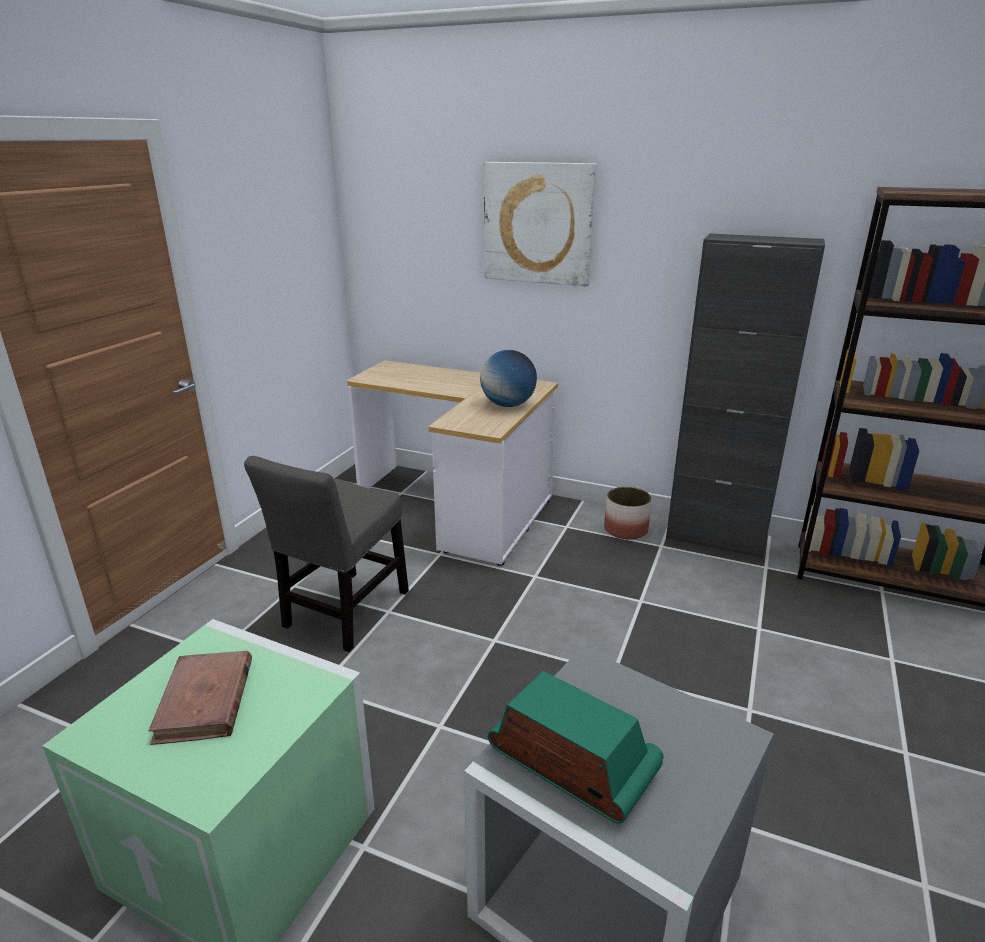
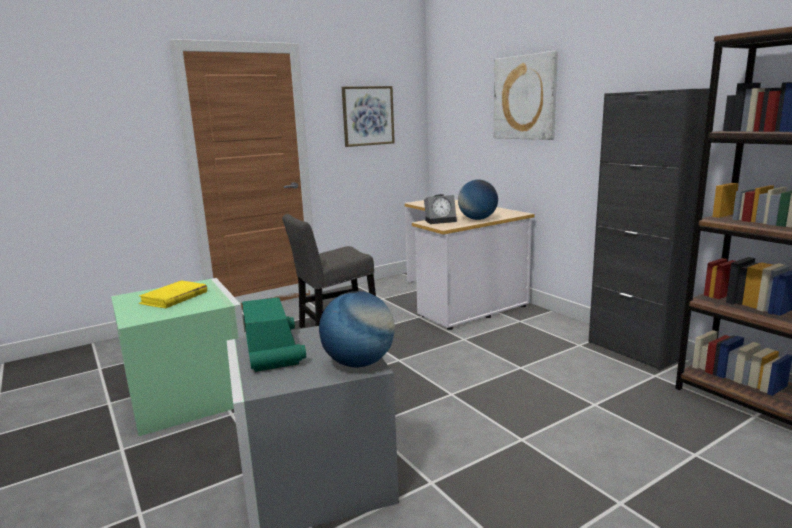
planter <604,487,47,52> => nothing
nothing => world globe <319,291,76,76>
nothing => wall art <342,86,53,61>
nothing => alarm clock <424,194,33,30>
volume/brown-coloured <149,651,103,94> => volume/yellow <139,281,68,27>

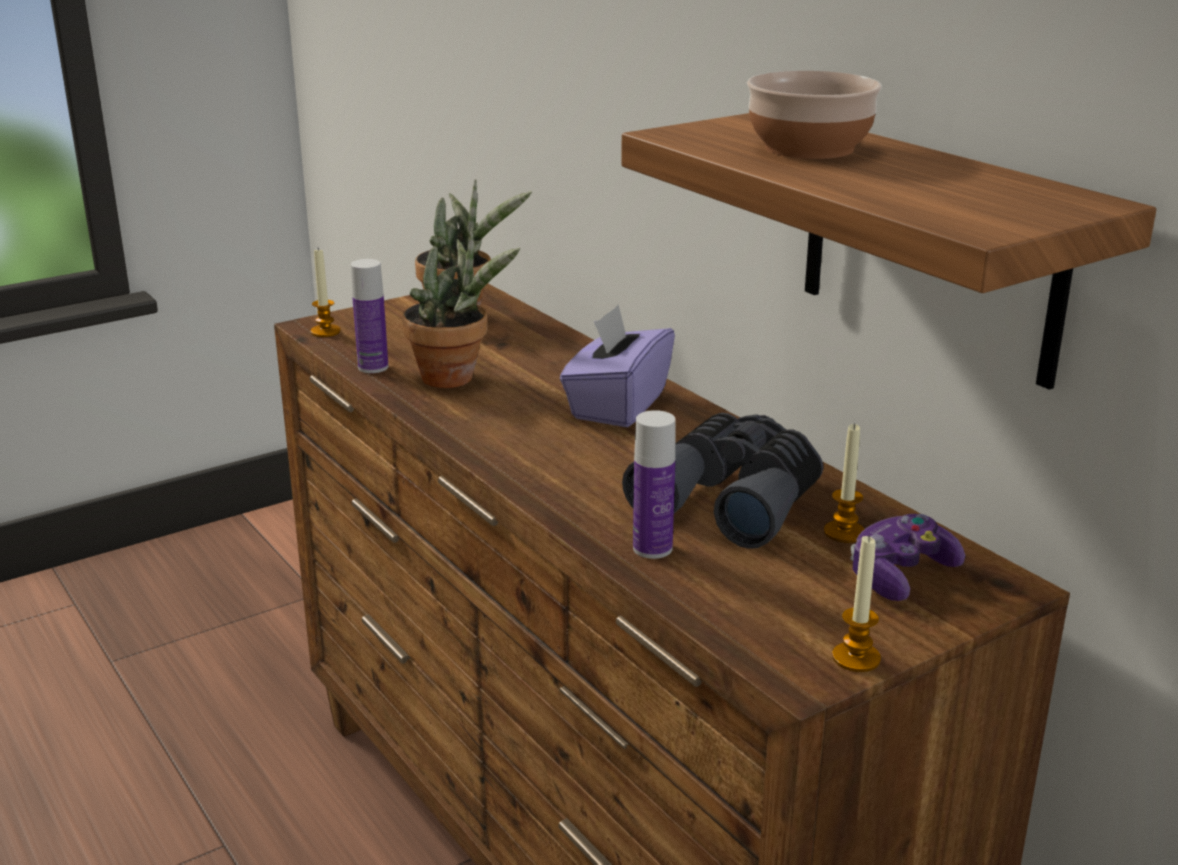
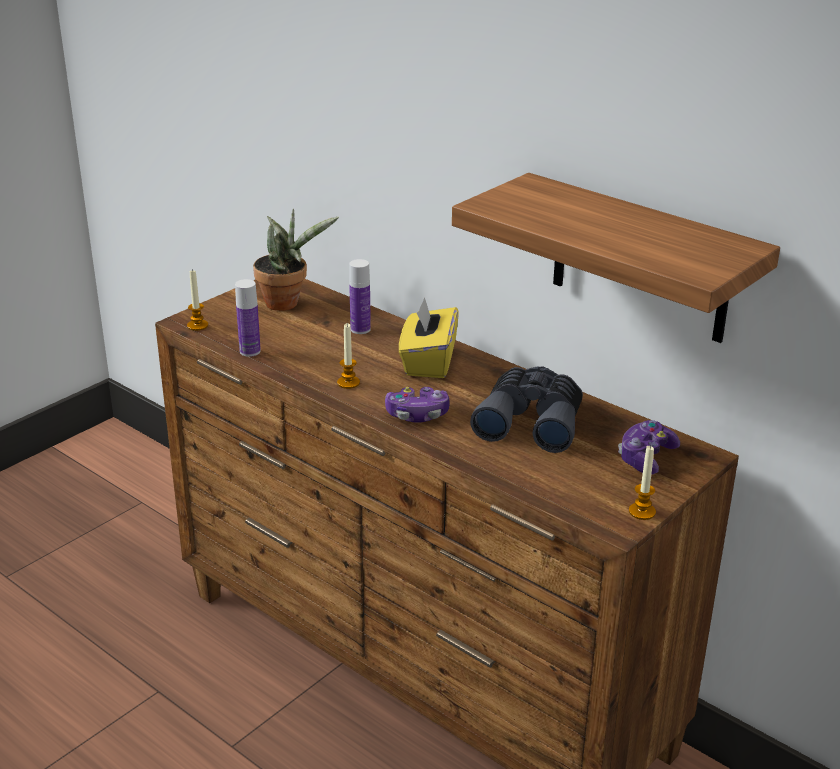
houseplant <402,228,118,160> => nothing
bowl <747,70,135,89> => nothing
nothing => joypad <385,387,65,36>
bottle <633,410,42,149> => bottle <349,259,22,75>, moved
wax light <824,423,40,120> => wax light <337,323,23,66>, moved
tissue box/purple-coloured <560,305,115,122> => tissue box/yellow <399,297,60,81>

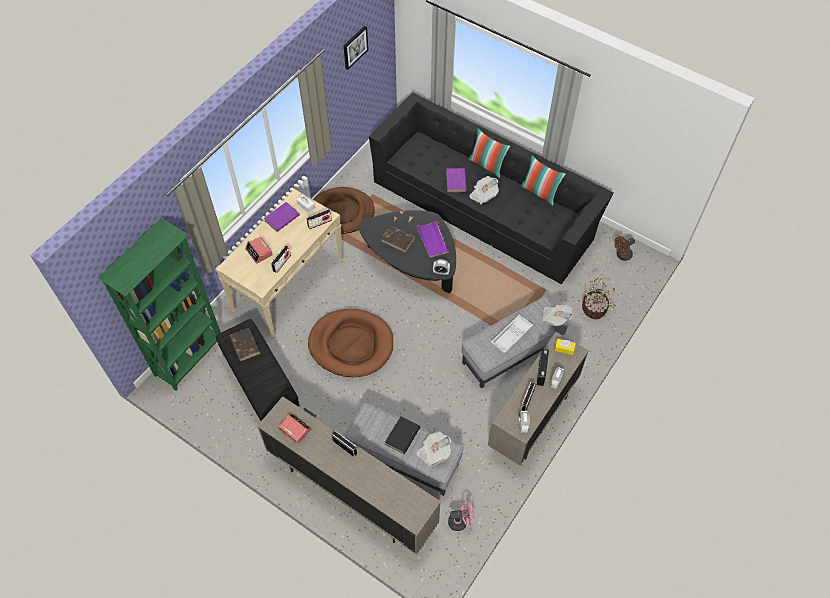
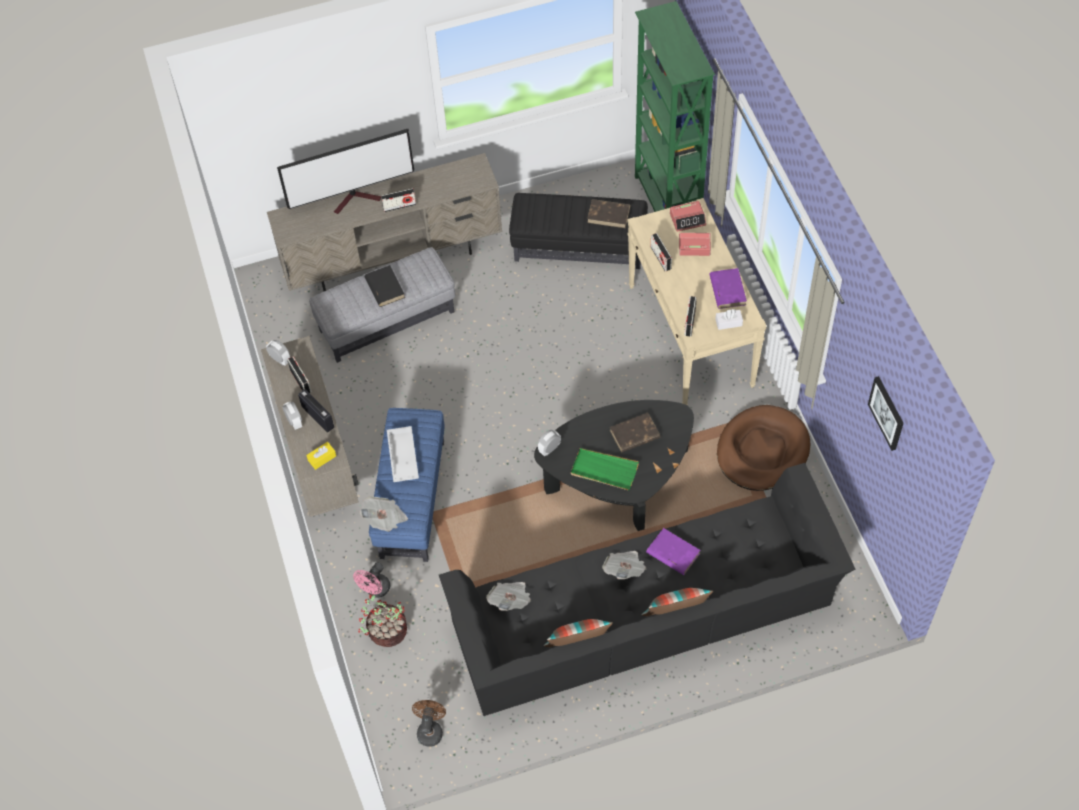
dog cushion/brown-coloured <308,309,85,68> => nothing
nothing => TV <277,129,137,85>
alarm clock <278,414,34,30> => alarm clock <670,201,36,31>, moved
newspaper <417,431,34,36> => newspaper <486,582,45,29>, moved
cooling fan/pinkish <448,501,26,30> => cooling fan/pinkish <353,562,37,36>, moved
tray/purple-coloured <416,220,33,37> => tray/greenish <571,448,68,43>
pouffe/greyish <461,296,108,92> => pouffe/blue-coloured <369,408,76,154>

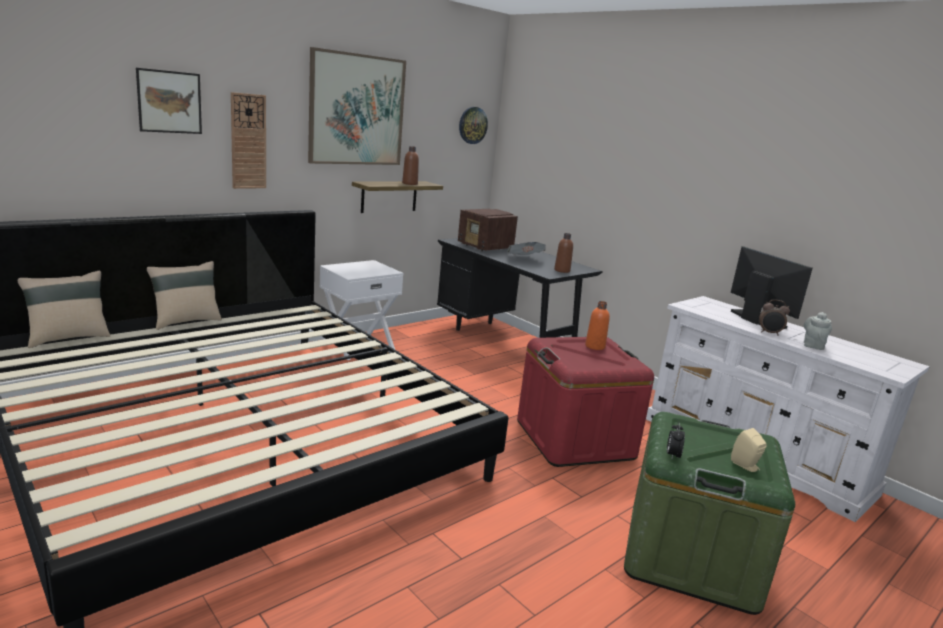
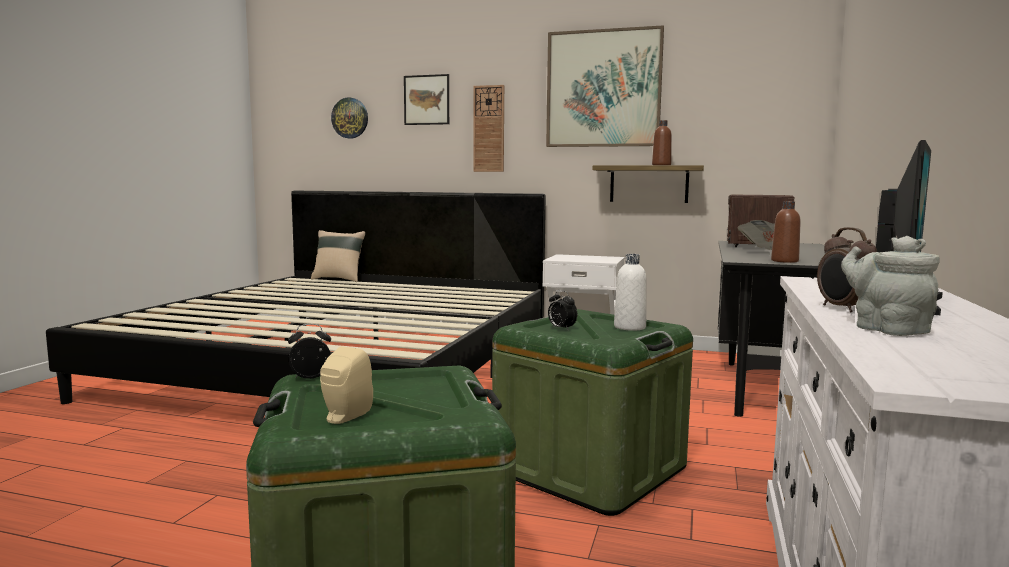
cushion/beige <147,261,75,69> => nothing
nothing => alarm clock <548,290,29,41>
wall clock <459,107,29,37> => wall clock <331,98,37,40>, moved
storage box/red <517,337,137,130> => storage box/greenish <492,309,201,207>
bottle/orangey <585,301,25,49> => bottle/white-coloured <614,254,33,77>
tea pot/greyish <804,312,28,38> => tea pot/greyish <841,236,99,100>, 105 degrees counterclockwise

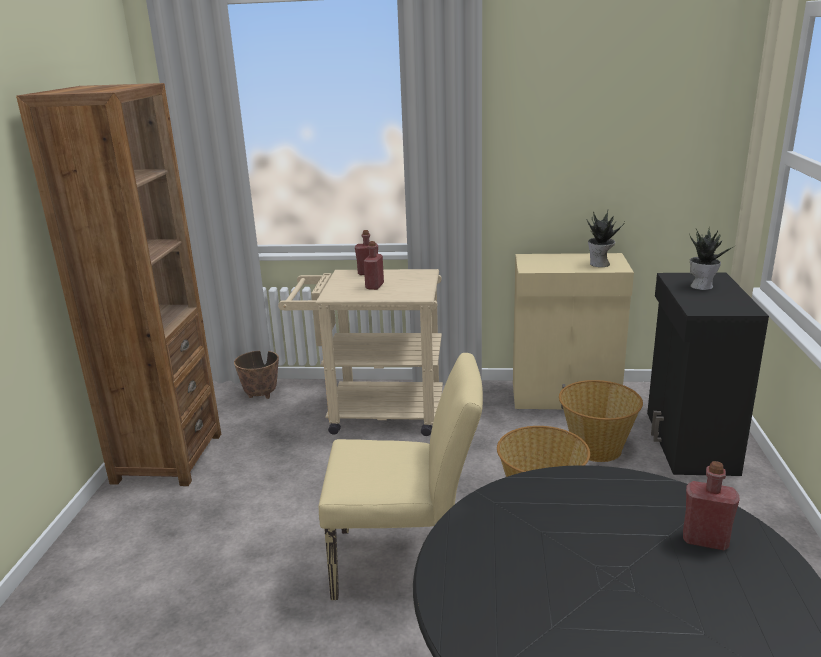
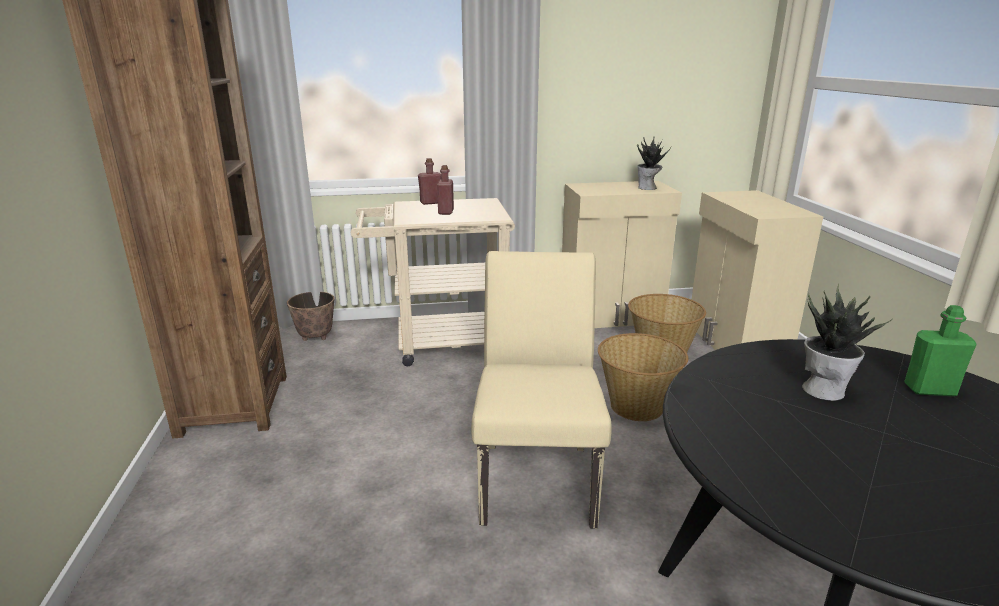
houseplant <689,226,47,64> => houseplant <802,284,90,117>, moved
storage cabinet/blackish <647,272,122,204> => storage cabinet/beige <691,190,132,160>
bottle/red <683,461,57,89> => bottle/greenish <904,305,73,91>
plain chair/beige <319,353,164,247> => plain chair/beige <471,251,140,278>, 75 degrees counterclockwise

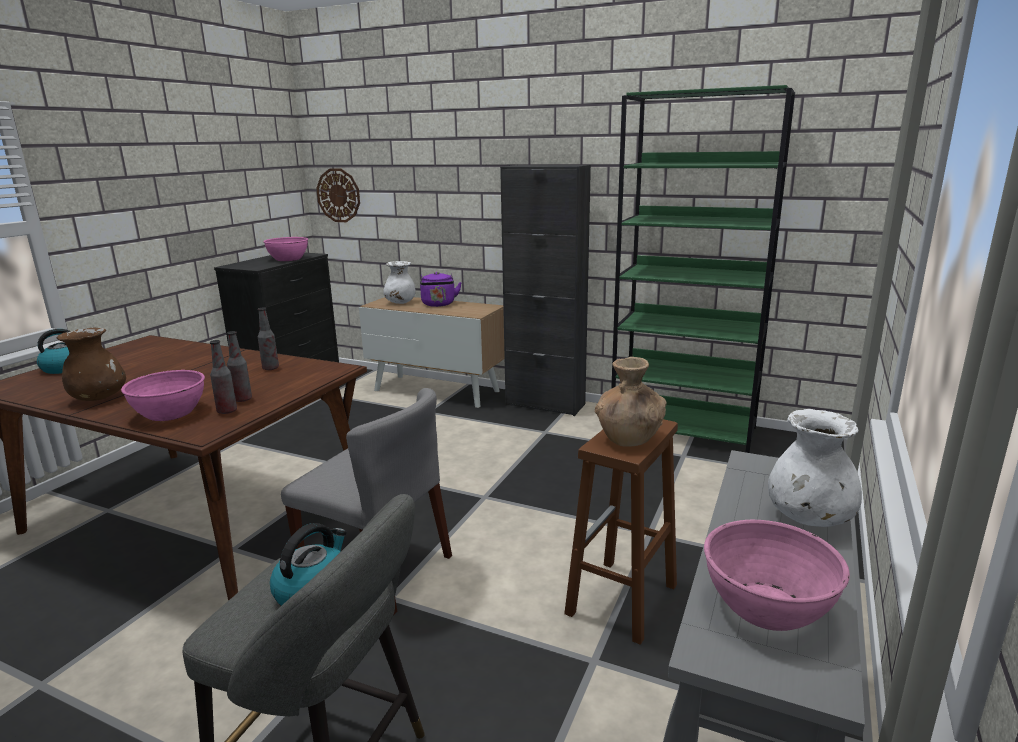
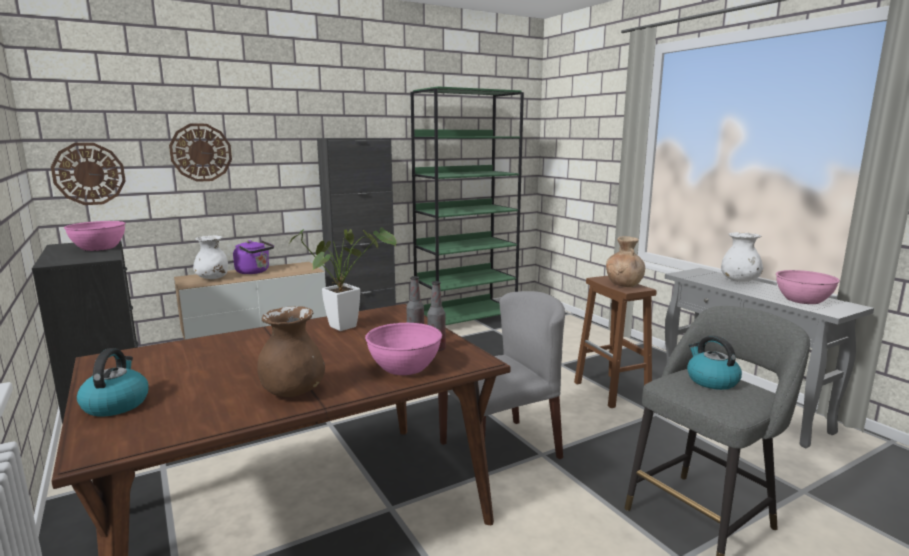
nothing => wall clock <169,124,63,58>
bottle <258,308,21,62> => houseplant <289,227,107,104>

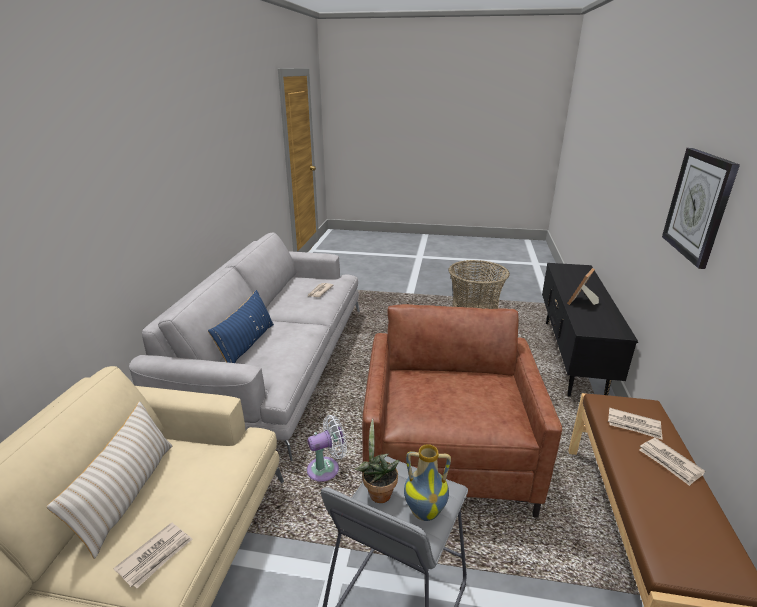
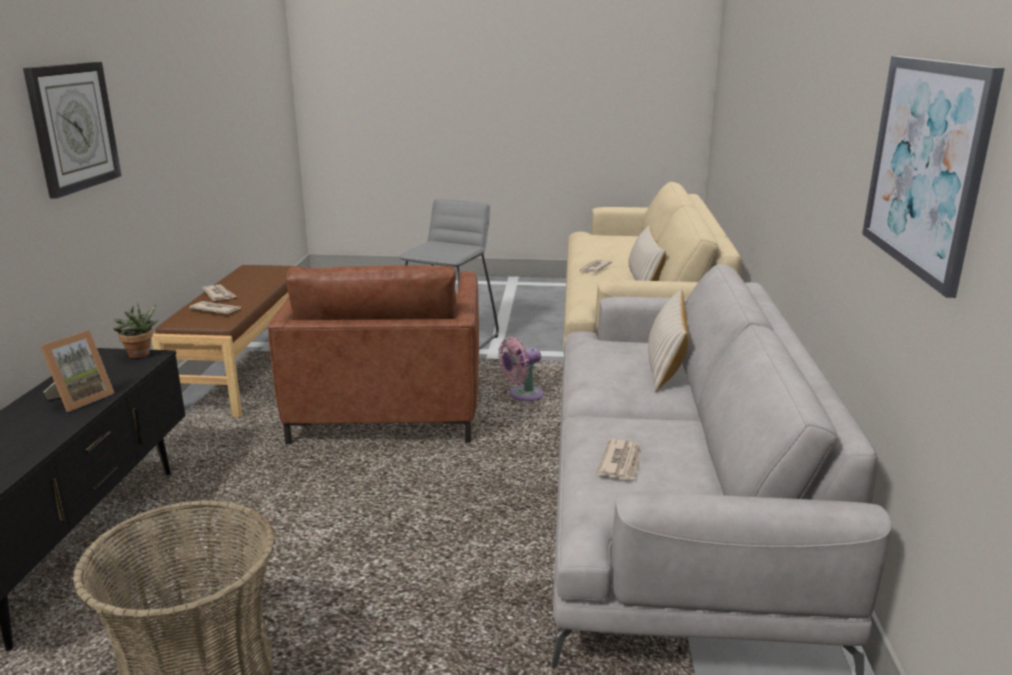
flower vase <404,444,47,77> => nothing
nothing => wall art <862,56,143,242>
houseplant <355,419,45,84> => houseplant <113,302,45,56>, moved
cushion/blue-coloured <208,290,66,73> => cushion/beige <648,288,41,104>
cooling fan/white-coloured <307,415,40,67> => cooling fan/pinkish <498,337,46,64>

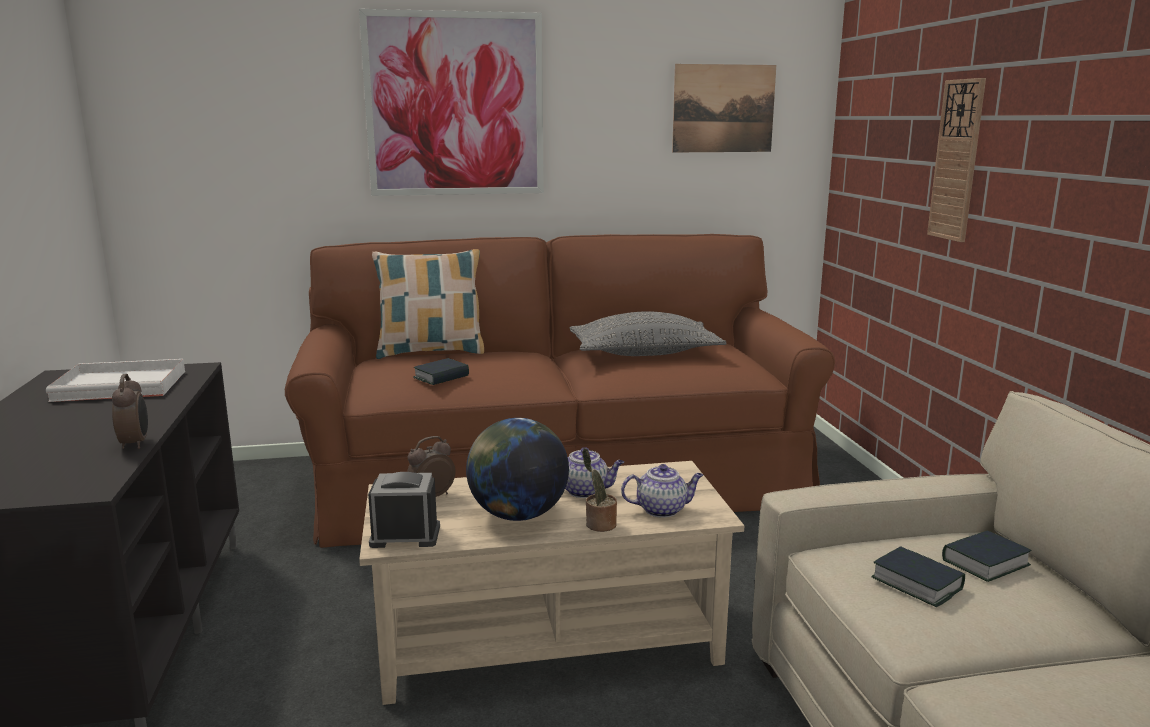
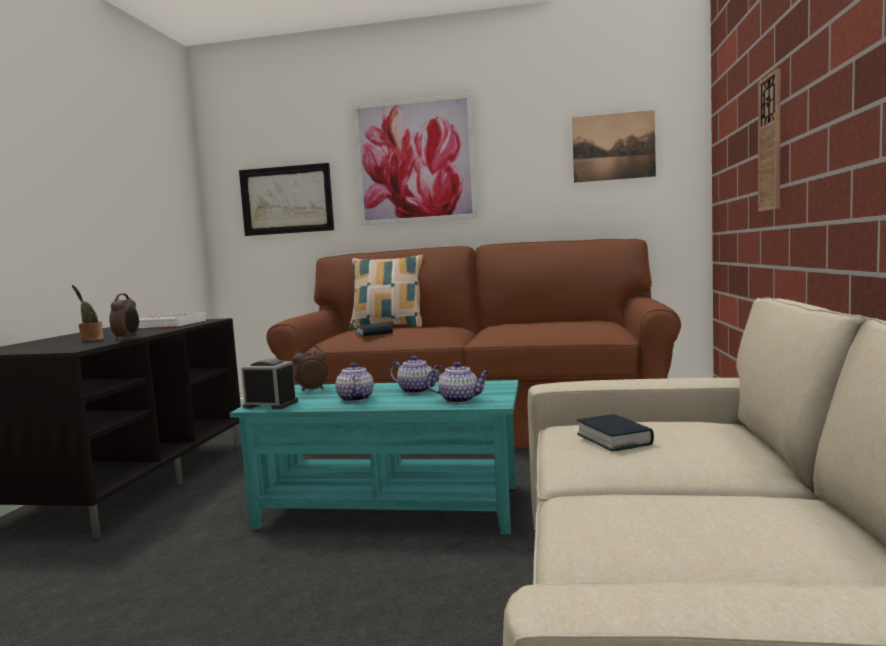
cushion/greyish <570,311,157,45> => nothing
volume <942,530,89,52> => nothing
nothing => wall art <239,163,95,73>
houseplant <582,448,35,84> => houseplant <72,285,32,57>, moved
world globe <466,418,103,103> => tea pot <335,362,39,40>
low table/beige <359,461,385,244> => low table/turquoise <230,380,289,155>

